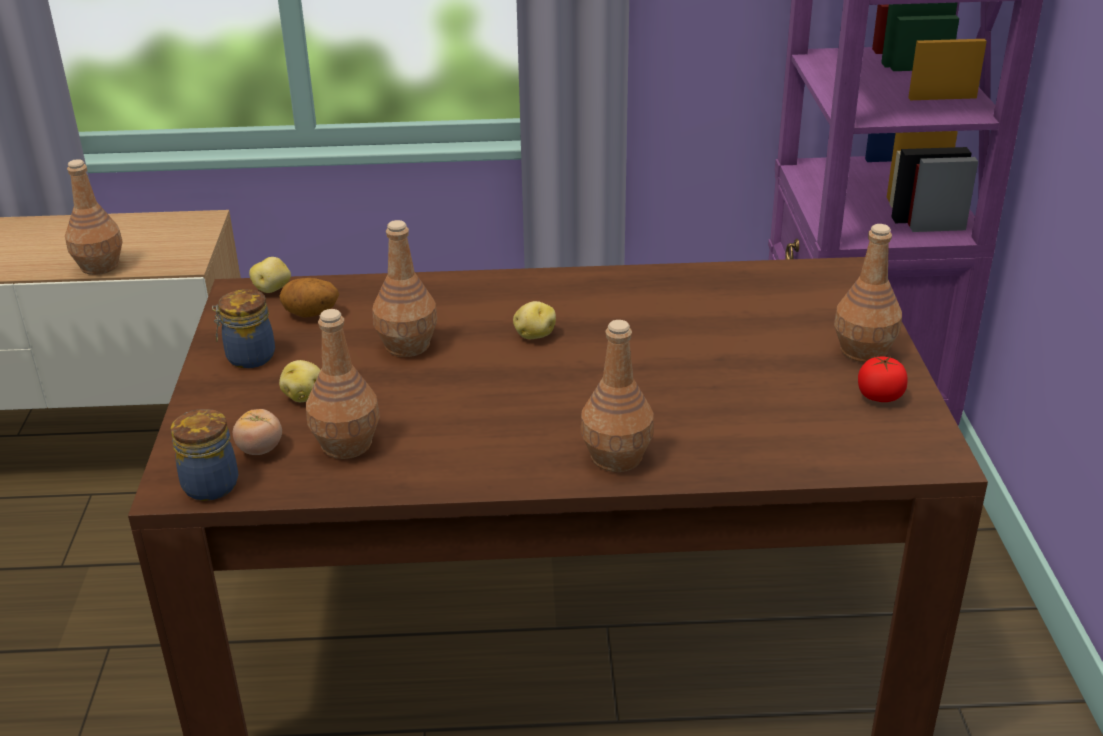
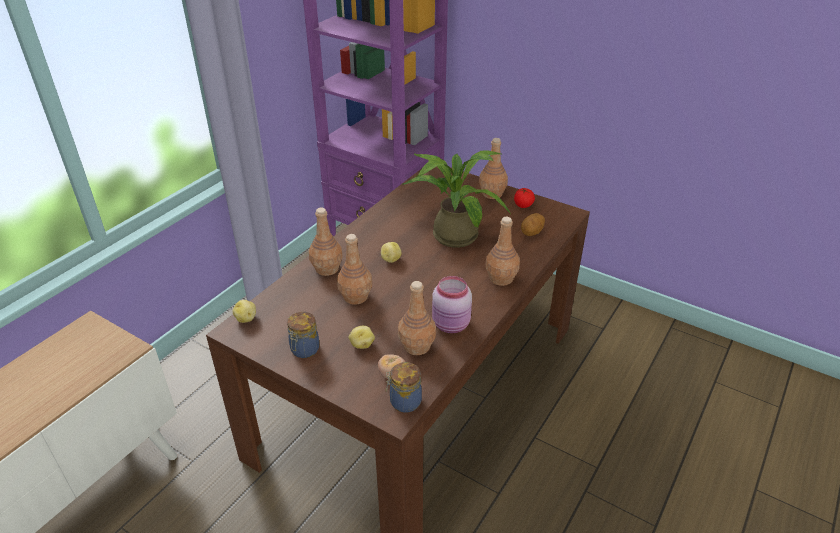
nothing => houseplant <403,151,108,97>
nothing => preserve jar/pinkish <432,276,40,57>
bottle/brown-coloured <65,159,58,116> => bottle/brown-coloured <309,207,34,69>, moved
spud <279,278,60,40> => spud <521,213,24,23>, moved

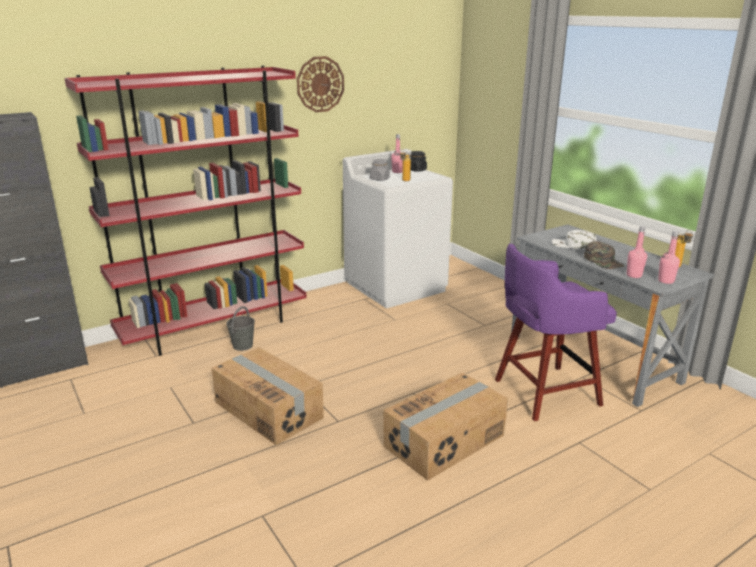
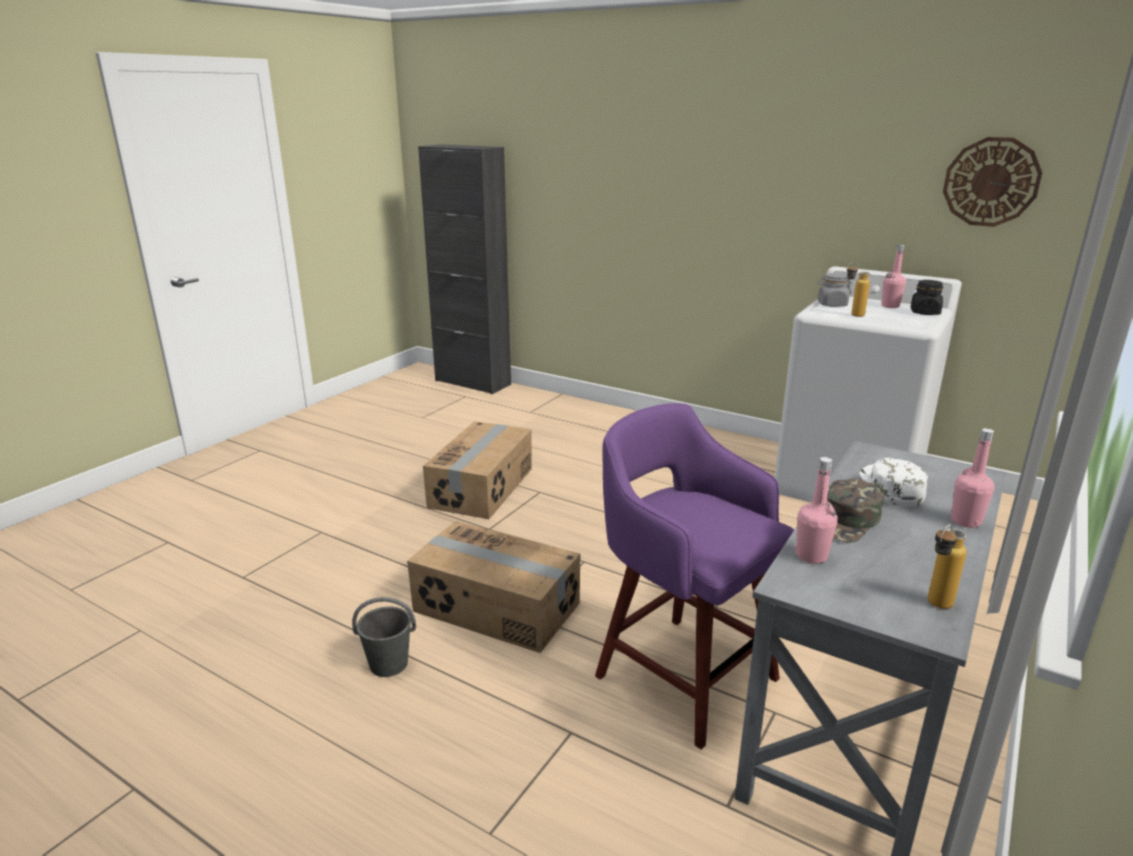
bookshelf/red <64,65,242,291> => nothing
bucket/greyish <226,306,29,45> => bucket/greyish <352,597,64,80>, moved
wall clock <297,56,47,56> => wall clock <943,137,99,90>, moved
bottle/pinkish <658,231,22,53> => bottle/pinkish <951,428,44,100>, moved

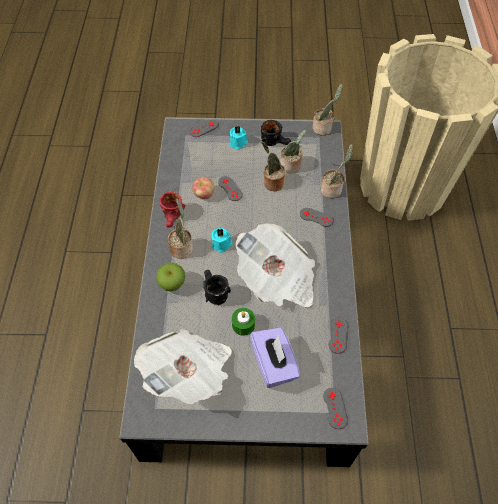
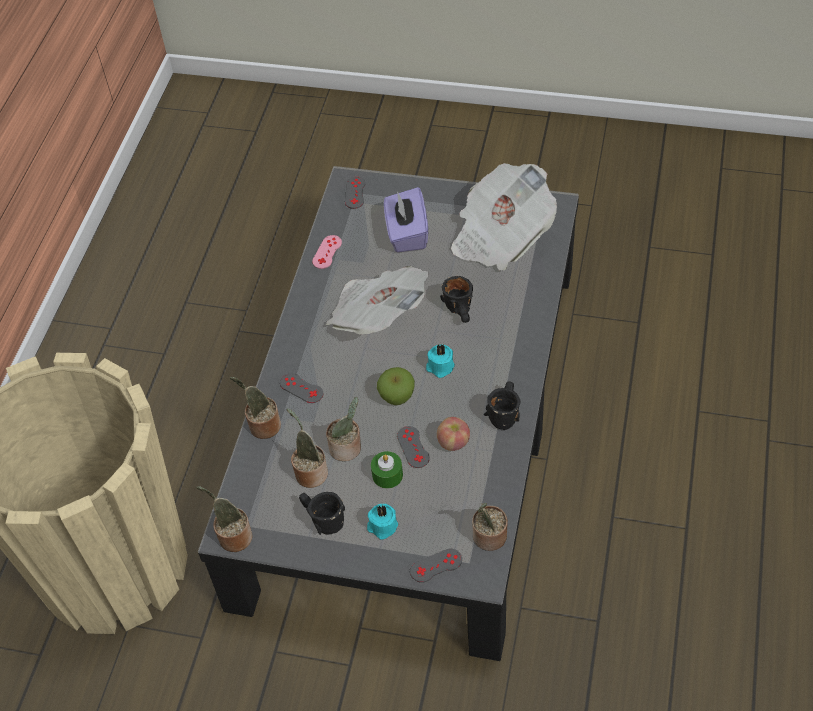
apple <156,263,29,29> => apple <377,367,38,38>, moved
houseplant <168,199,25,60> => houseplant <472,503,36,48>, moved
wax light/greenish <232,308,23,28> => wax light/greenish <371,451,32,38>, moved
tea mug/red <159,192,26,36> => tea mug/blackish <484,381,37,49>
joypad/greyish <328,317,20,37> => joypad/pinkish <312,235,30,34>

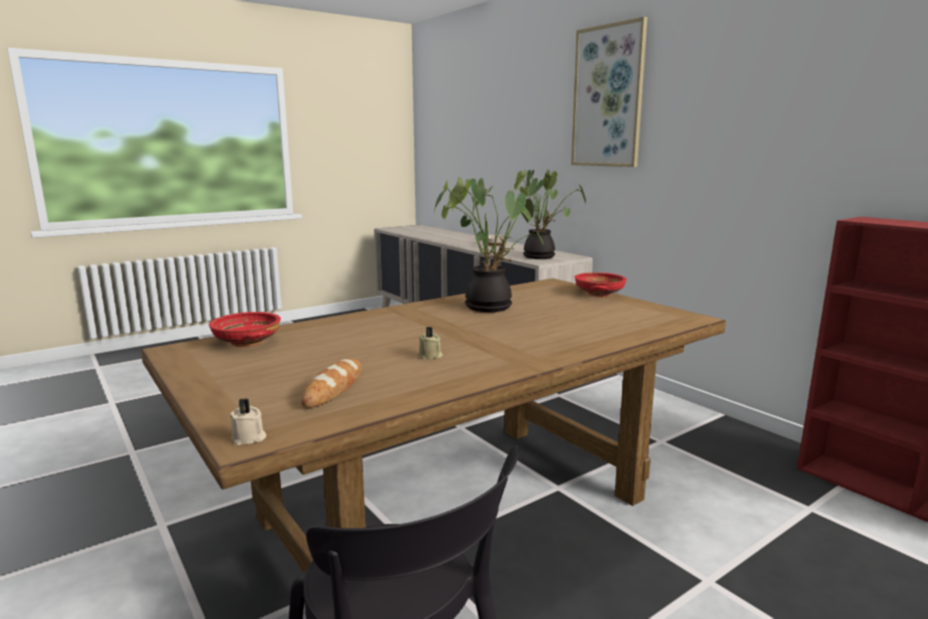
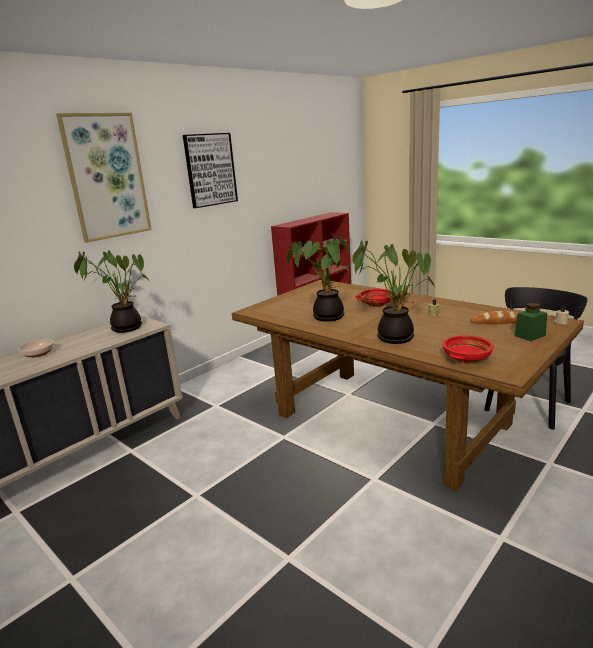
nothing => wall art <183,133,55,75>
nothing => houseplant <353,240,82,104>
nothing => preserve jar/greenish <514,303,33,38>
bowl/red <575,272,52,25> => bowl/red <355,289,43,18>, moved

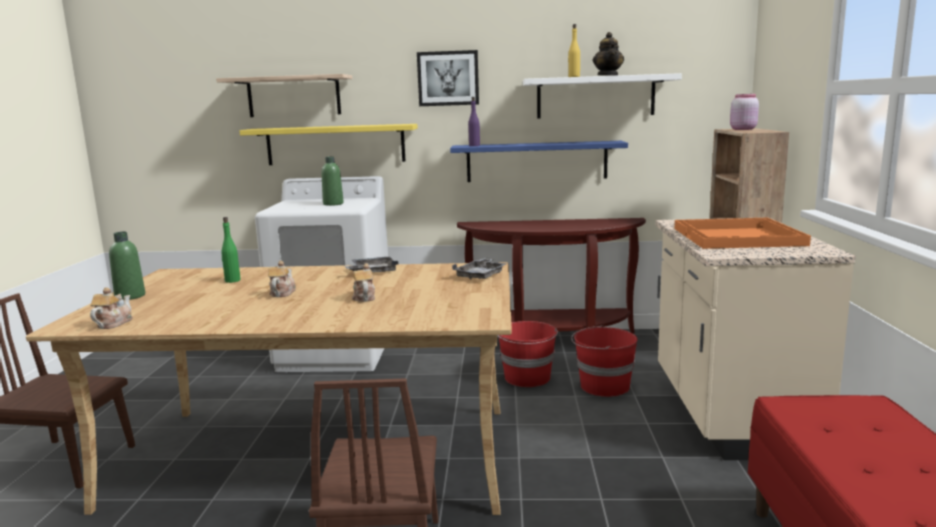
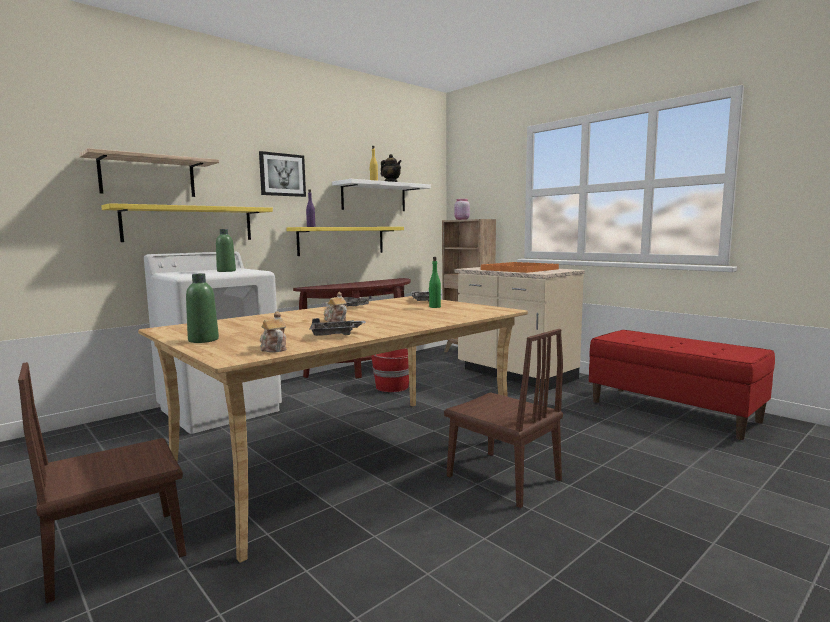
tea pot <352,263,23,39> => nothing
bucket/red <571,325,67,72> => nothing
nothing => tray/greyish <309,318,57,18>
bottle/greenish <221,217,20,66> => bottle/greenish <429,257,12,51>, moved
bracket shelf/blue-coloured <450,141,178,41> => bracket shelf/yellow <286,227,118,29>

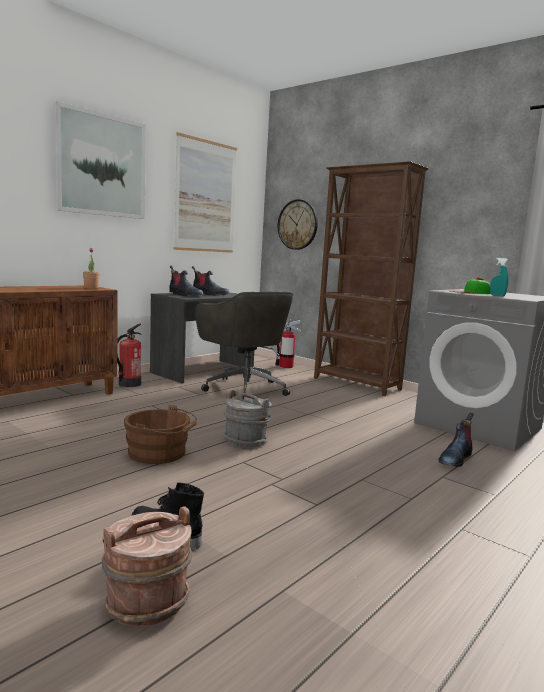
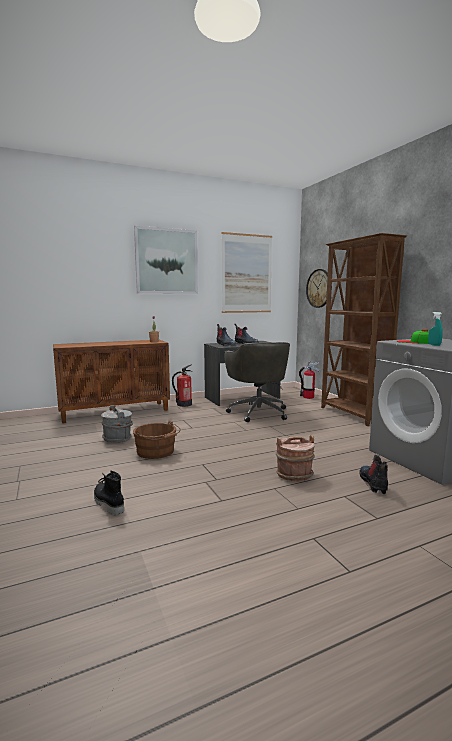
bucket/brown-coloured <102,506,90,120> => bucket/brown-coloured <276,435,39,46>, moved
bucket/greyish <223,390,48,57> => bucket/greyish <101,405,32,38>, moved
high-top boot <438,413,36,54> => high-top boot <359,455,29,39>, 120 degrees clockwise

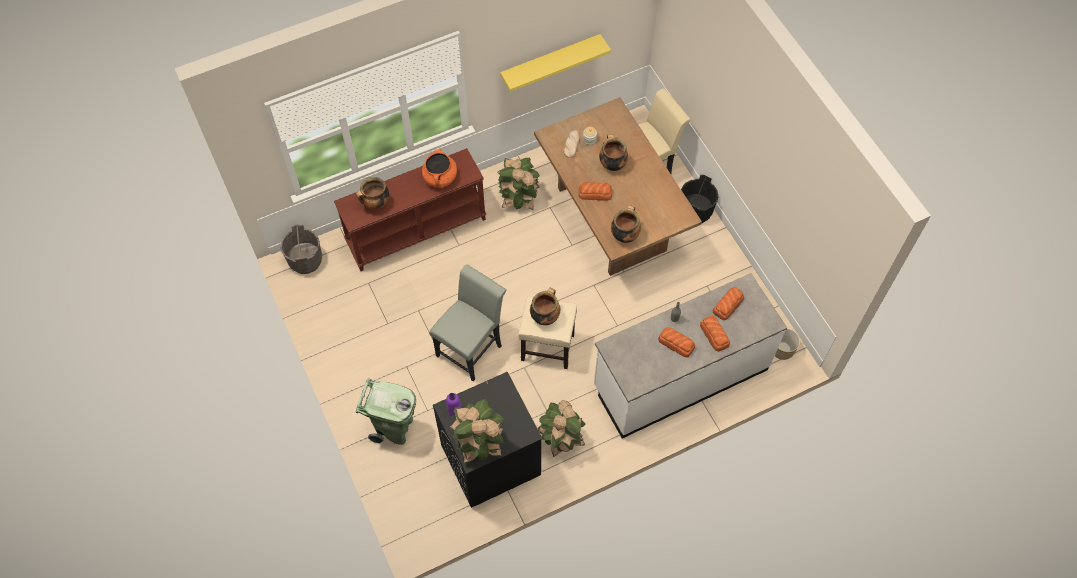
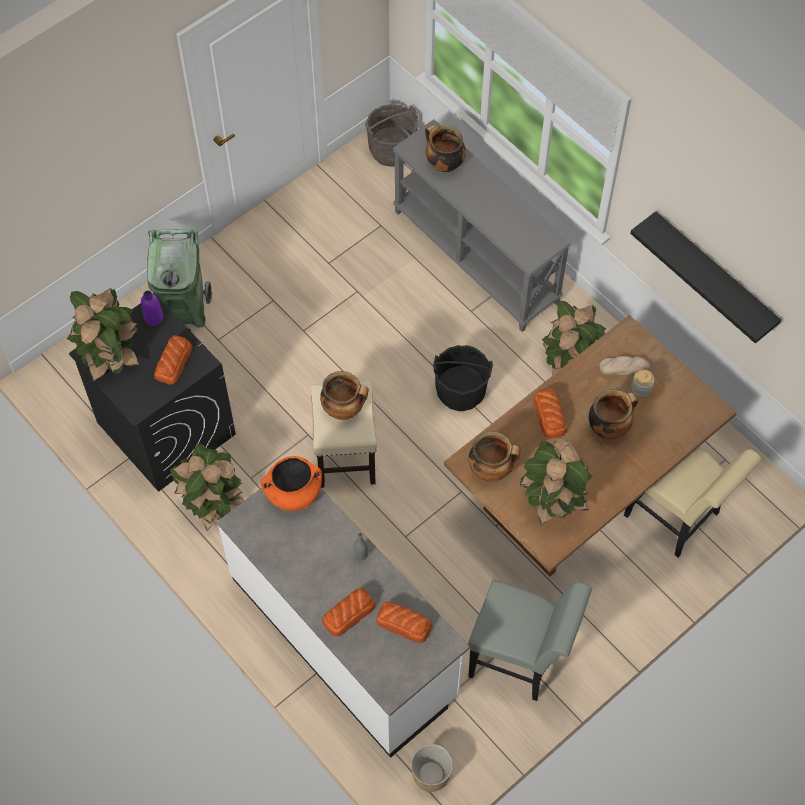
nothing => houseplant <520,437,73,88>
stockpot/orangey <422,149,35,39> => stockpot/orangey <261,456,61,55>, moved
plain chair/greyish <429,265,78,116> => plain chair/greyish <468,580,124,121>, moved
bread <658,327,37,30> => bread <154,335,38,50>, moved
bucket/blackish <681,175,37,48> => bucket/blackish <433,345,60,66>, moved
console table/brown-coloured <334,148,152,123> => console table/greyish <393,119,178,213>
bracket shelf/yellow <500,34,111,58> => bracket shelf/blackish <630,211,151,132>

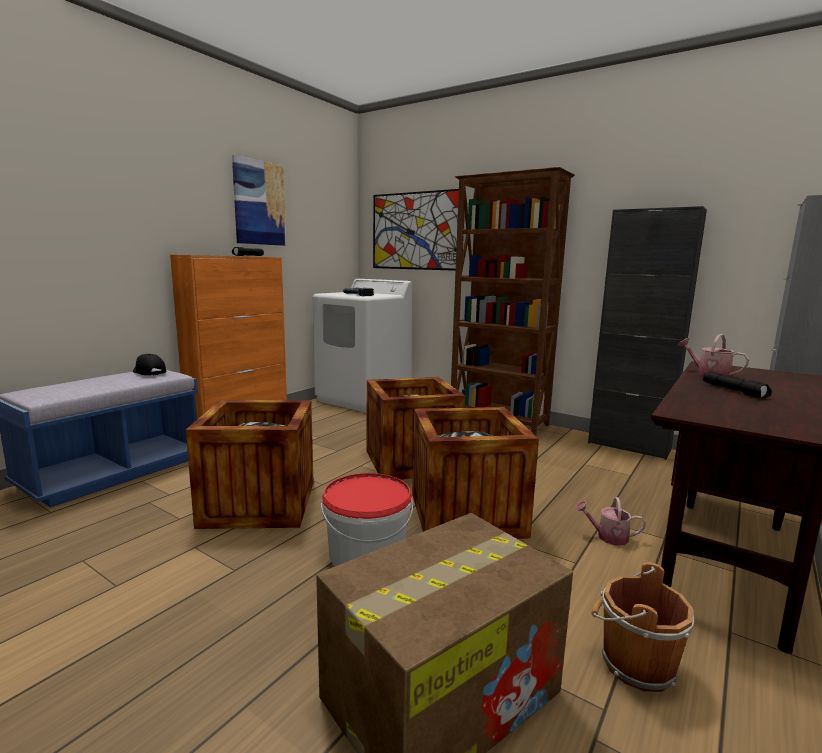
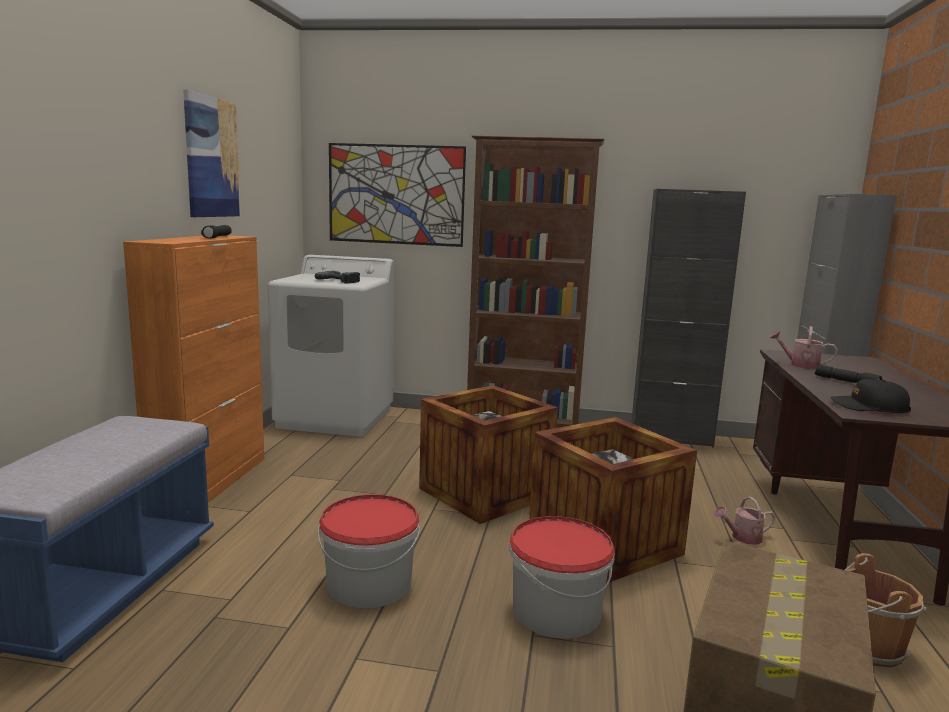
cap/blackish <133,354,33,21> => cap/blackish <831,379,80,34>, moved
packing crate <186,400,127,129> => bucket <318,494,102,114>

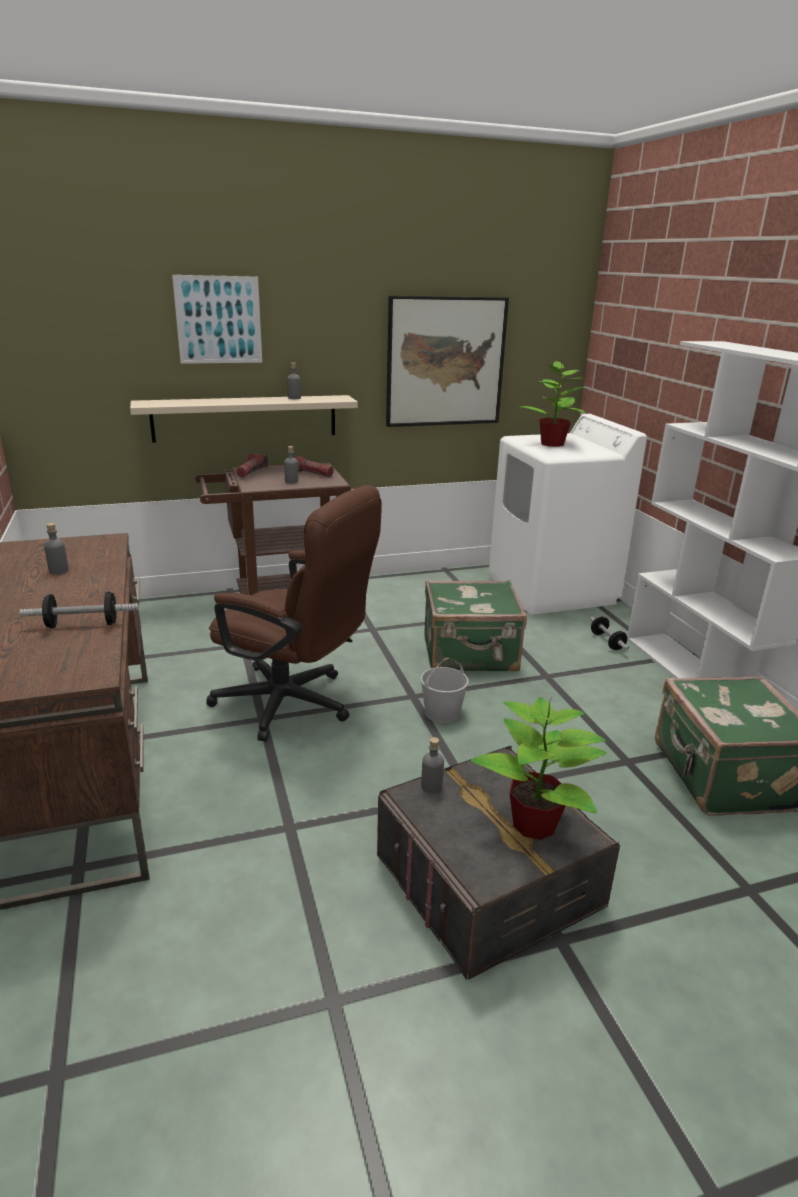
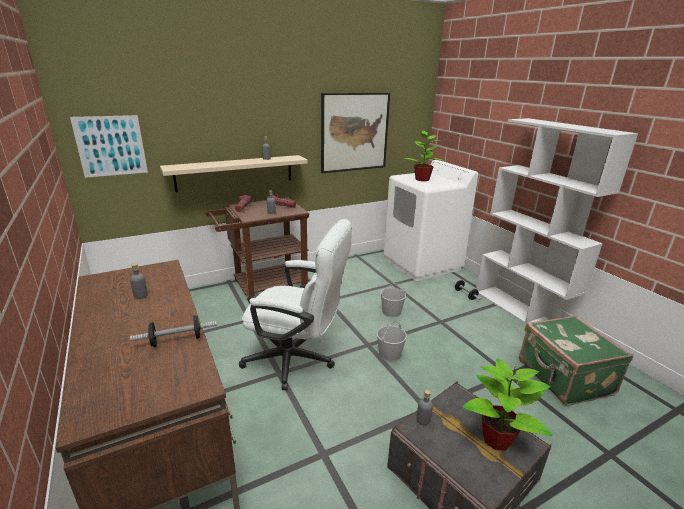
wall art <172,275,90,89> => wall art <70,115,78,63>, moved
piece of luggage/greenish <424,580,103,91> => bucket/white-coloured <380,283,26,34>
desk chair/brown-coloured <206,485,176,256> => desk chair/white-coloured <239,219,113,171>

